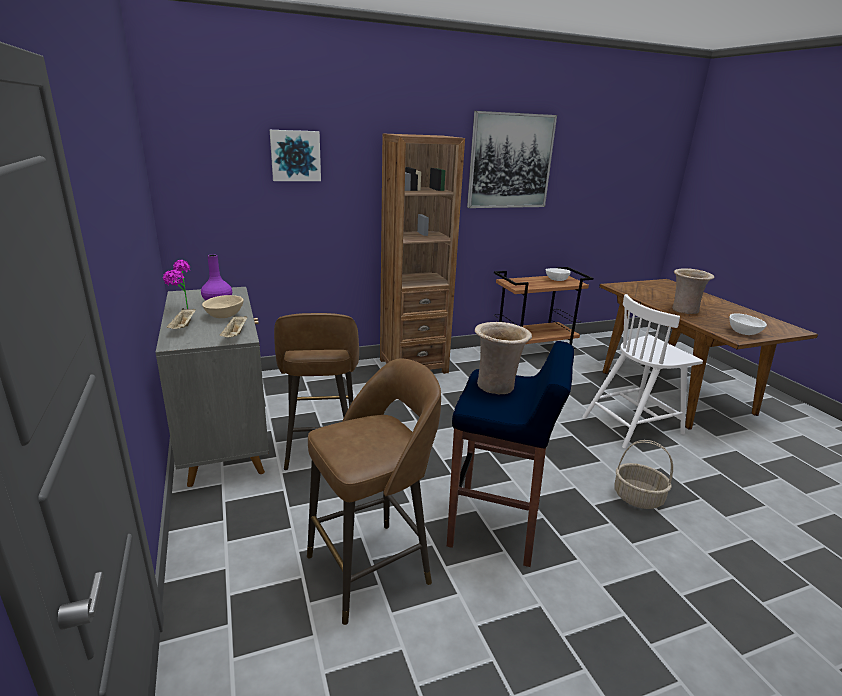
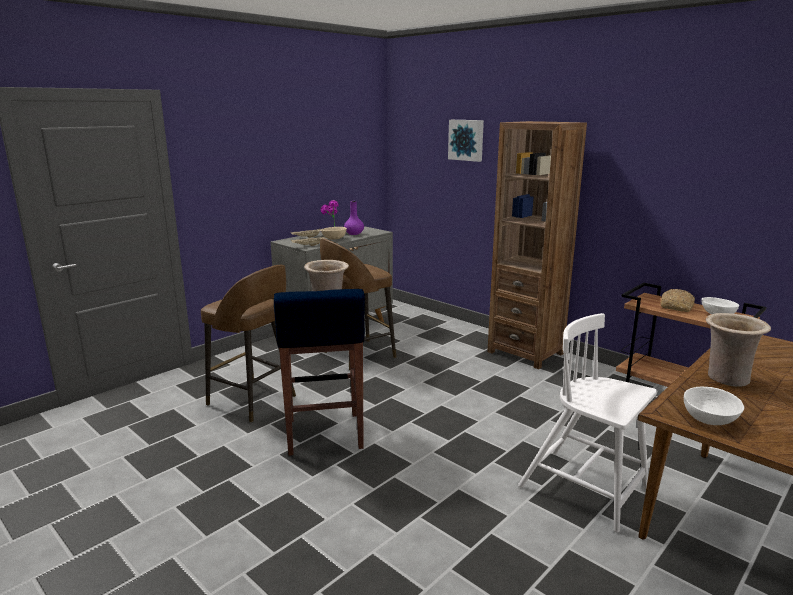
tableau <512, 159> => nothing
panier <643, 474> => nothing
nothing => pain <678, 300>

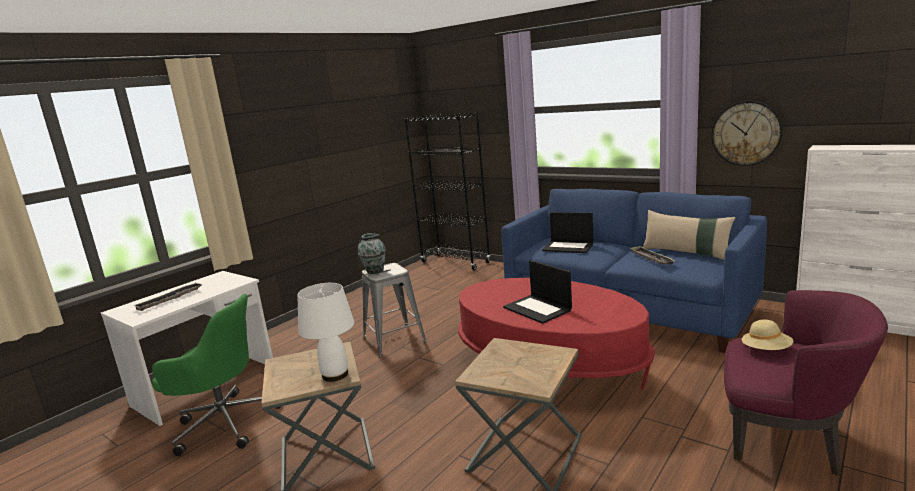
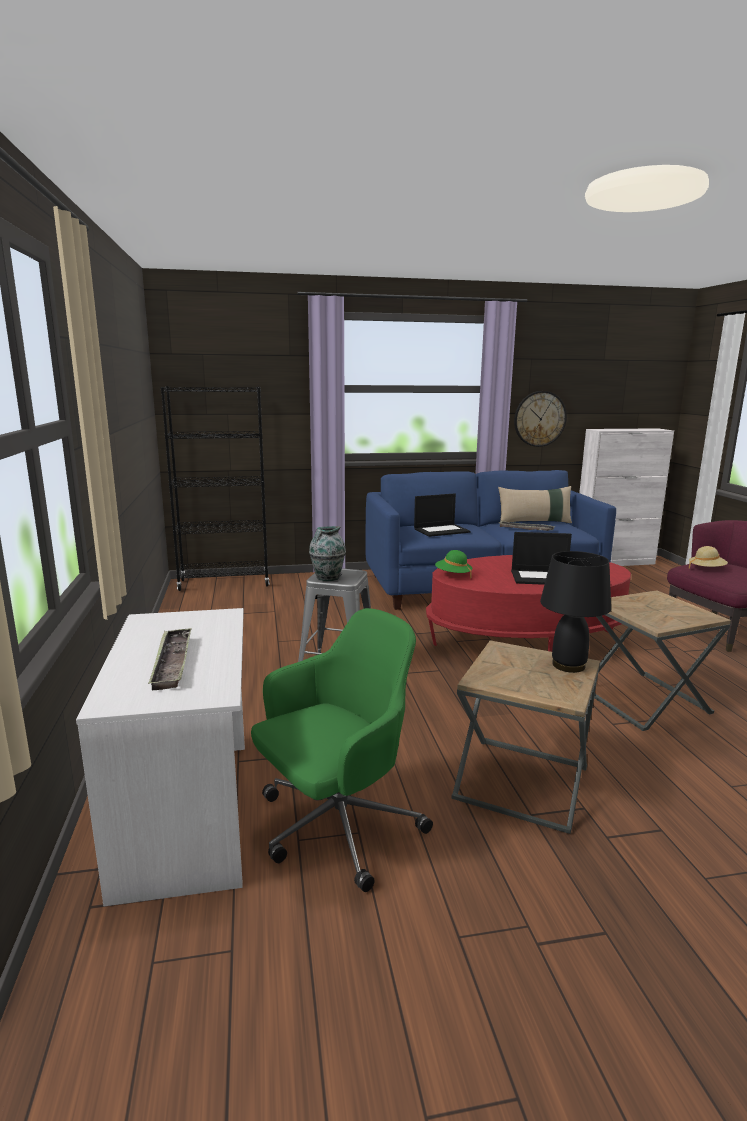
nothing => chapeau [vert] <453, 564>
lampe de table [blanc] <325, 332> => lampe de table [noir] <575, 612>

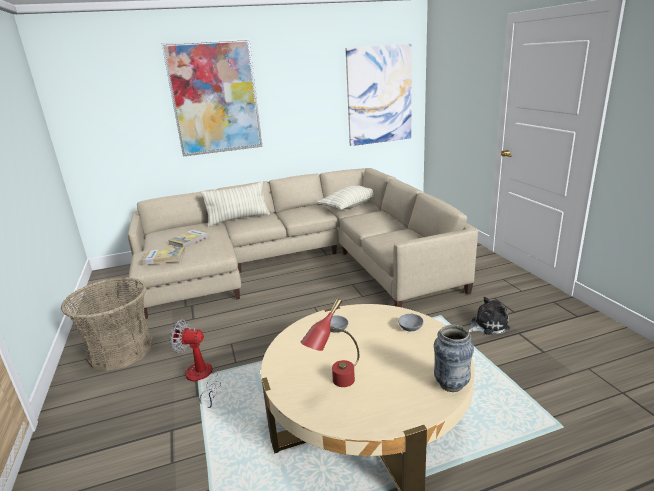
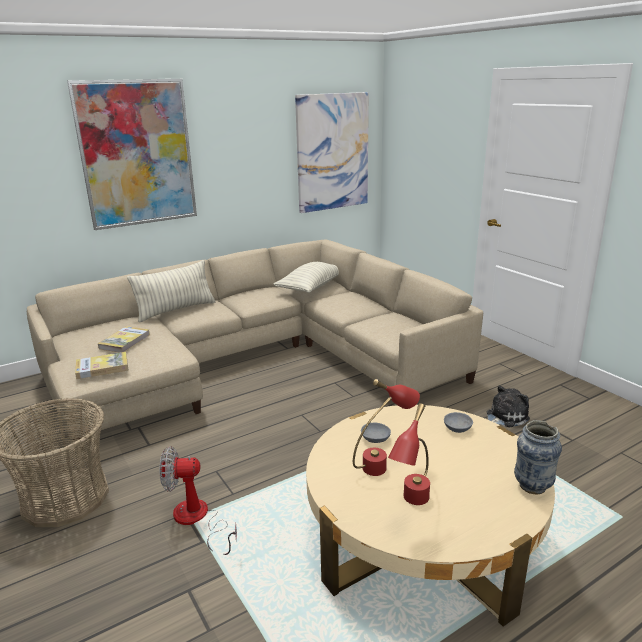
nothing => lampe de table [rouge] <386, 427>

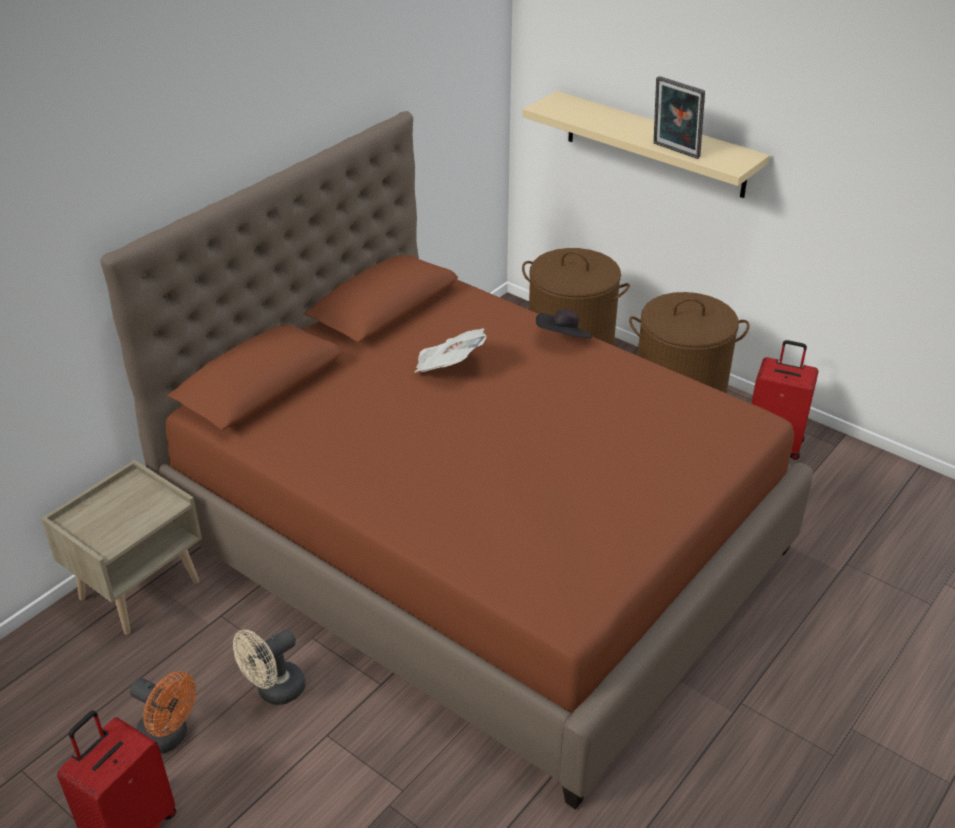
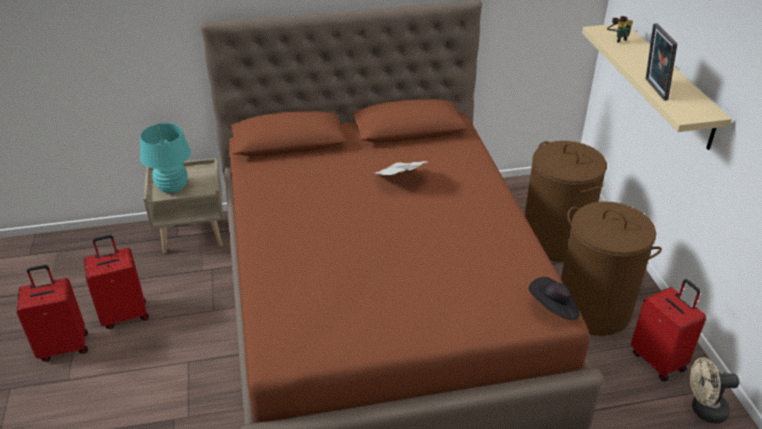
nothing => lampe de table [turquoise] <165, 158>
nothing => jumelles <620, 29>
ventilateur [beige] <269, 667> => ventilateur [beige] <714, 390>, moved
chapeau [noir] <564, 323> => chapeau [noir] <554, 298>, moved
ventilateur [orange] <163, 712> => valise [rouge] <116, 282>

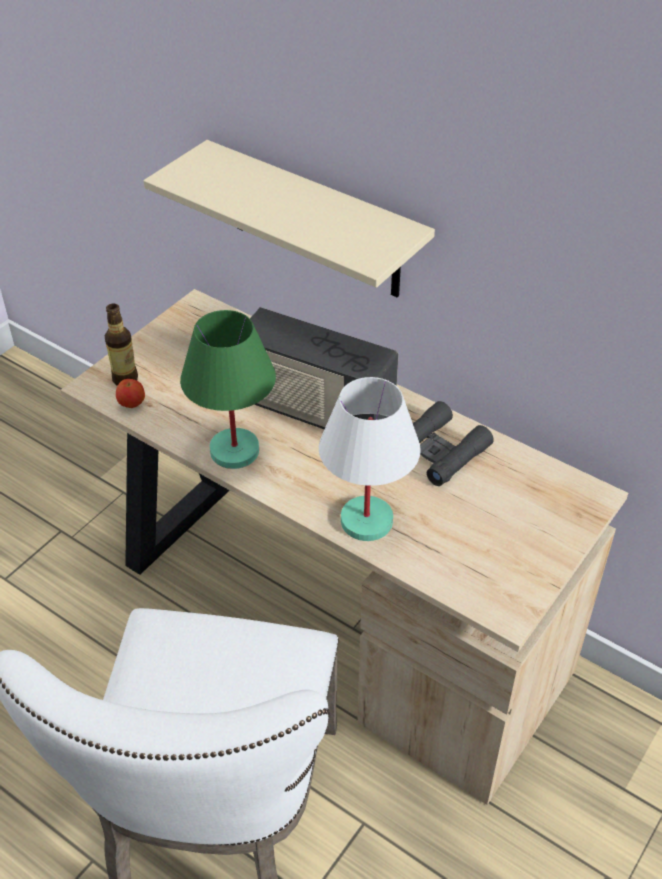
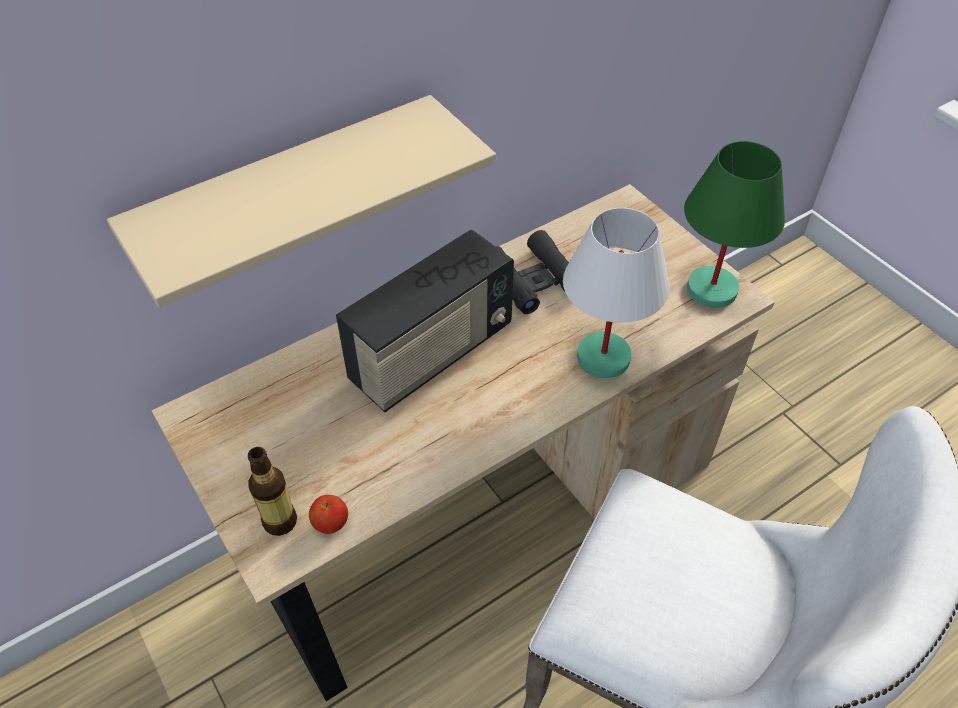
lampe de table [vert] <228, 389> => lampe de table [vert] <734, 224>, moved

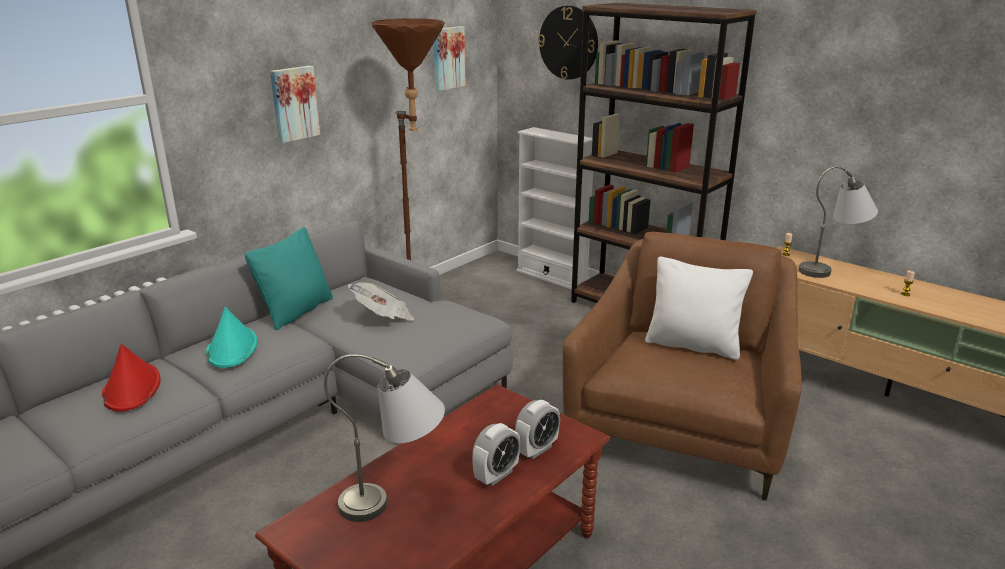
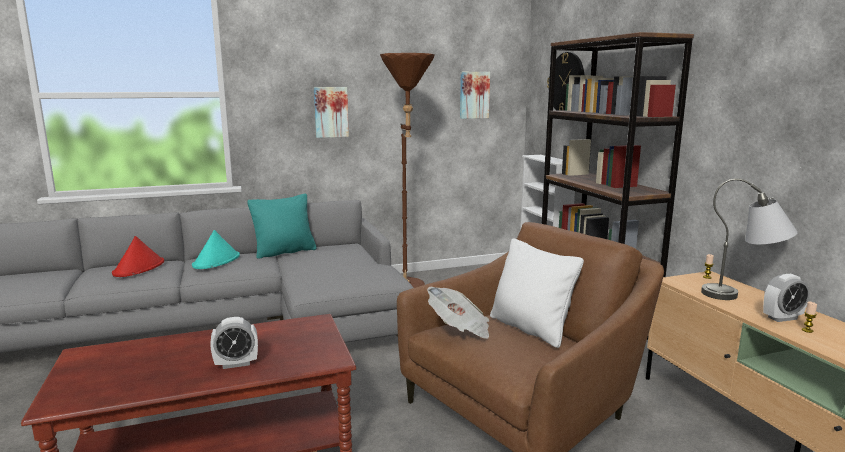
lampe de table [gris] <384, 438> => nothing
journal <381, 301> => journal <458, 312>, moved
réveil <537, 429> => réveil <786, 298>, moved

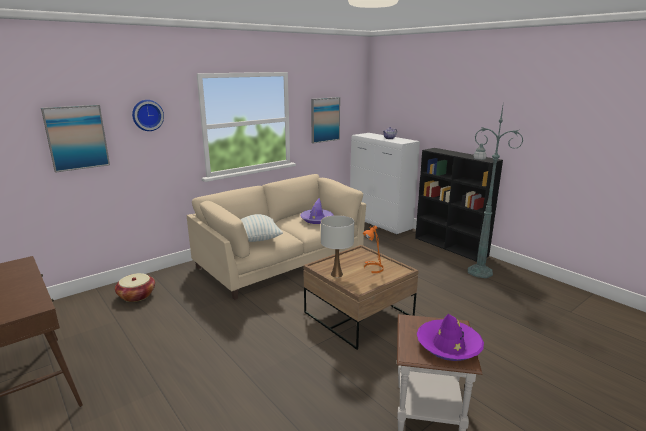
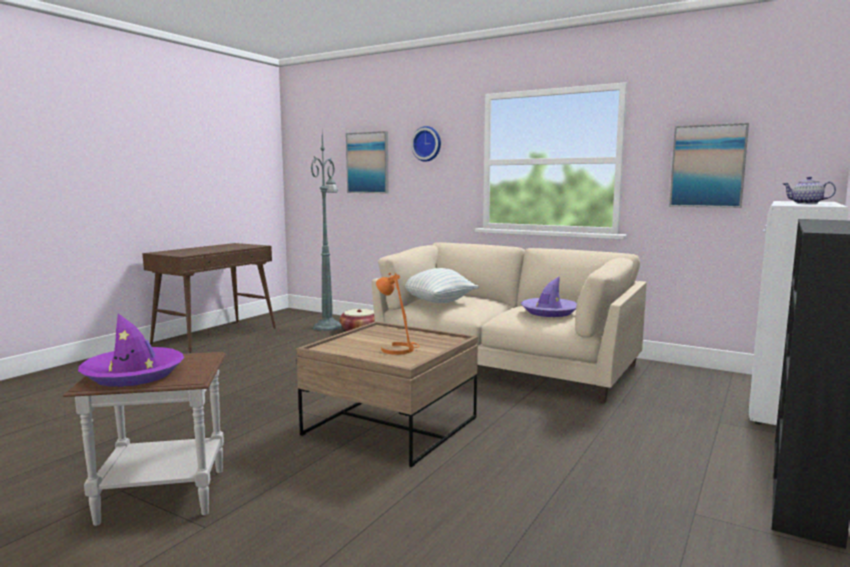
lampe de table [blanc] <337, 246> => nothing
lampadaire [vert] <495, 189> => lampadaire [vert] <326, 232>, moved

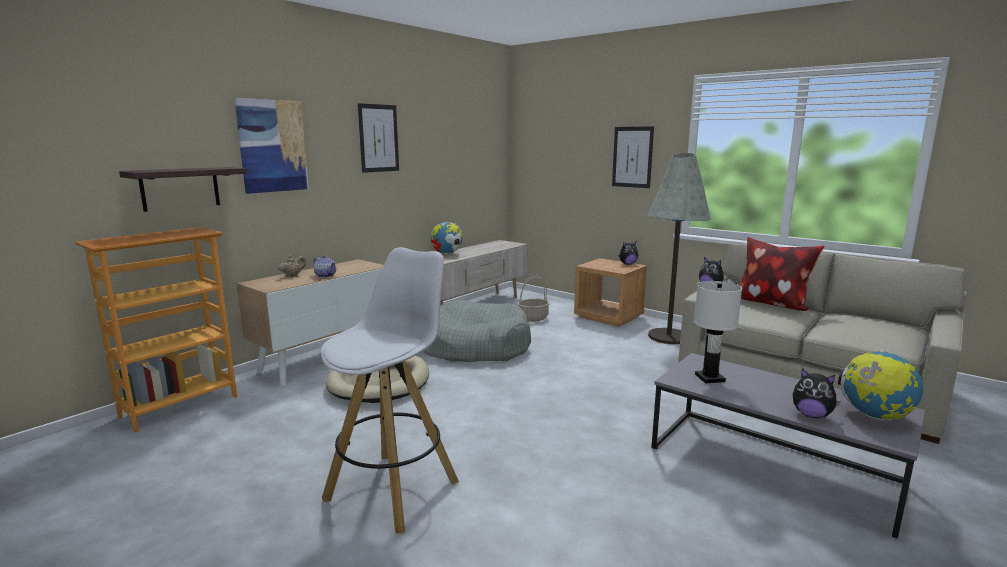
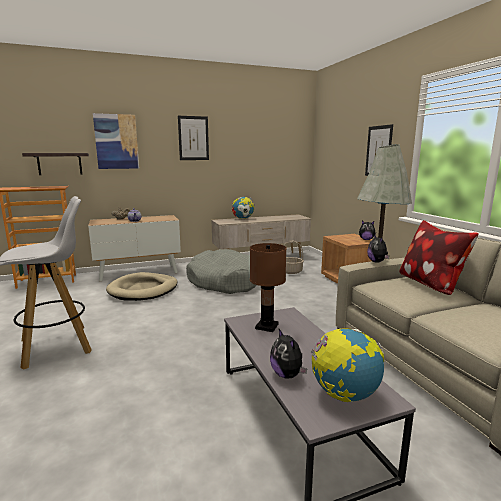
lampe de table [blanc] <718, 332> => lampe de table [marron] <268, 287>

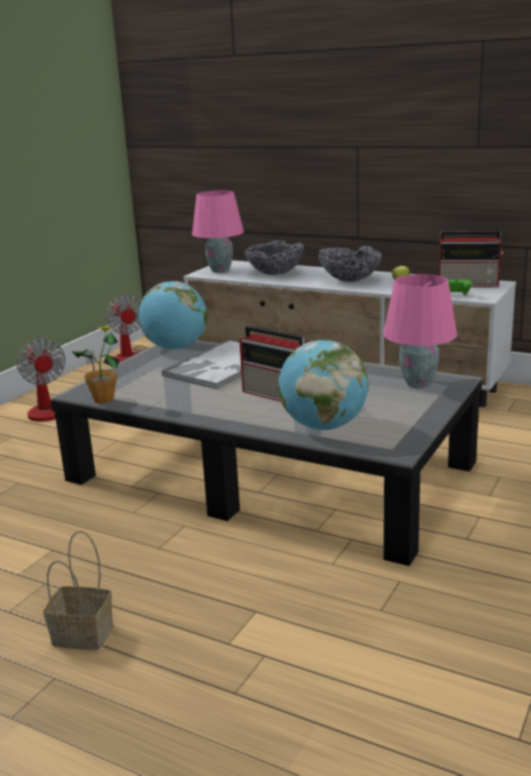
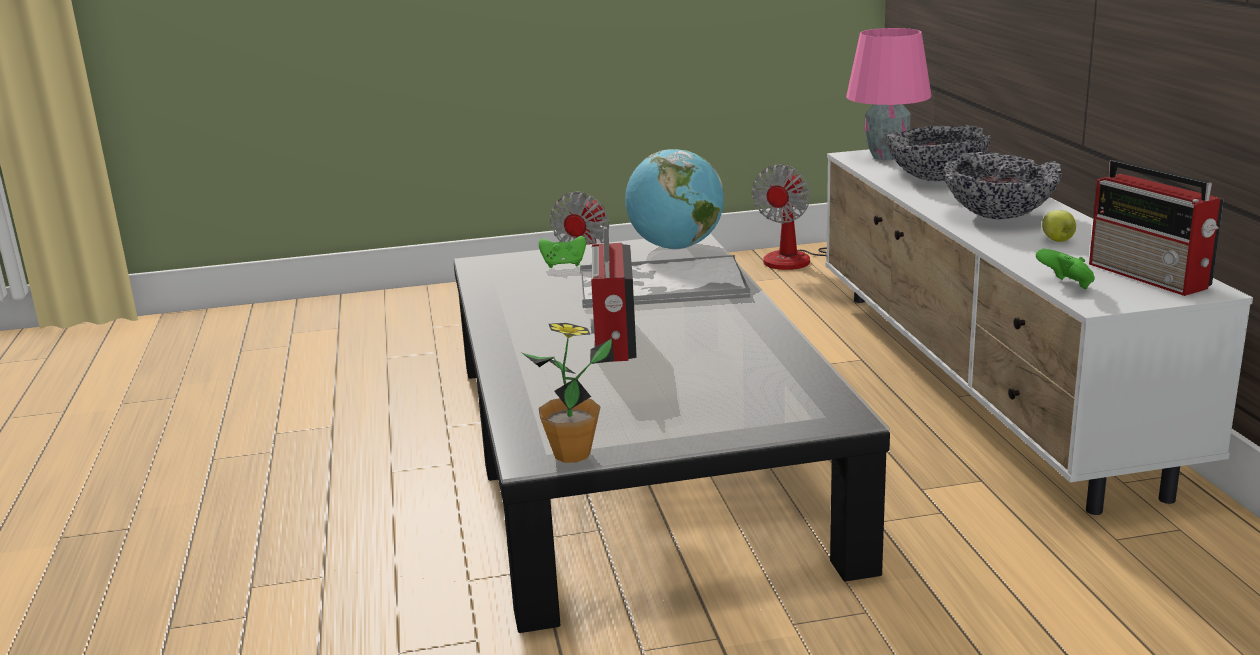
panier <78, 590> => nothing
globe <323, 385> => nothing
lampe de table [rose] <420, 331> => nothing
nothing => manette [vert] <562, 252>
plante en pot <95, 365> => plante en pot <568, 393>, moved

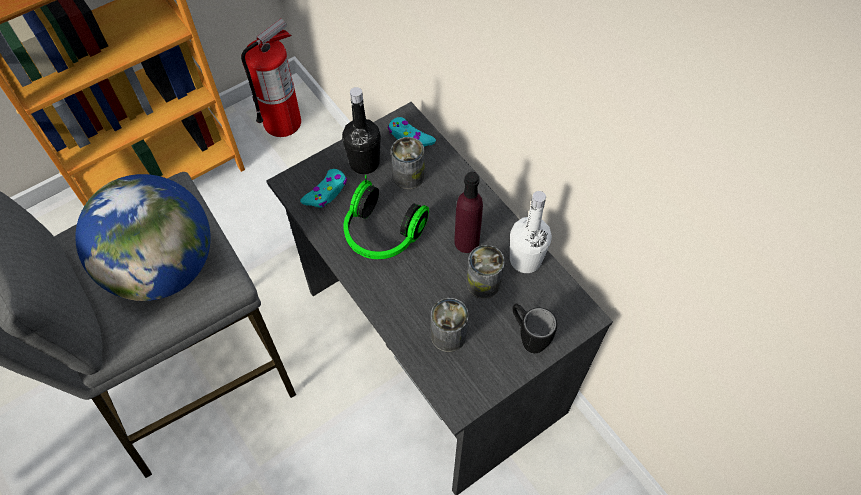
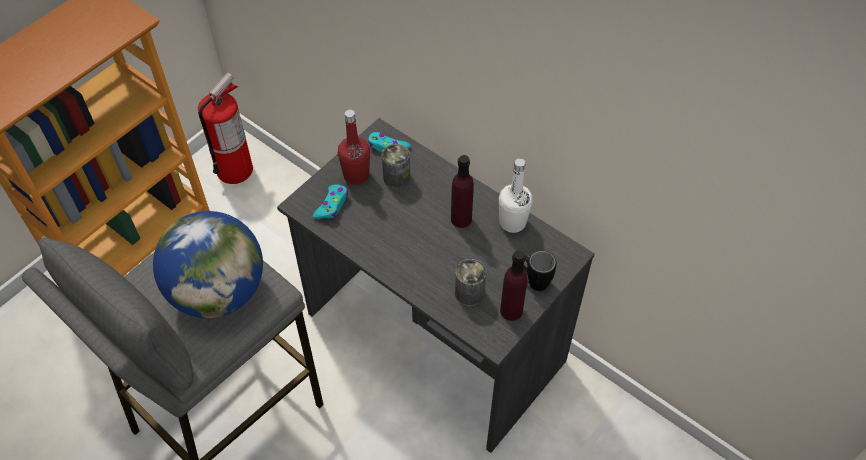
casque audio <386, 217> => nothing
boîte métallique <485, 272> => nothing
nothing => bouteille [violet] <514, 285>
bouteille [noir] <361, 130> => bouteille [rouge] <354, 147>

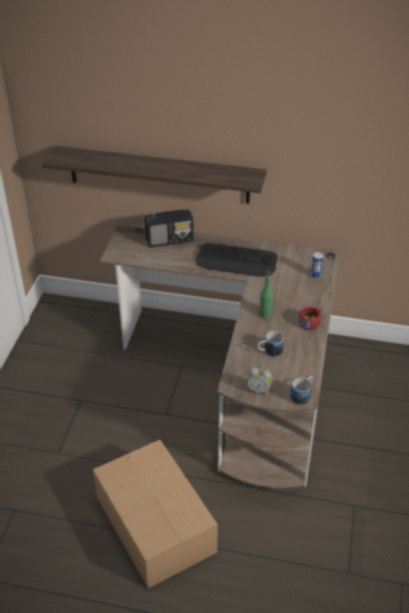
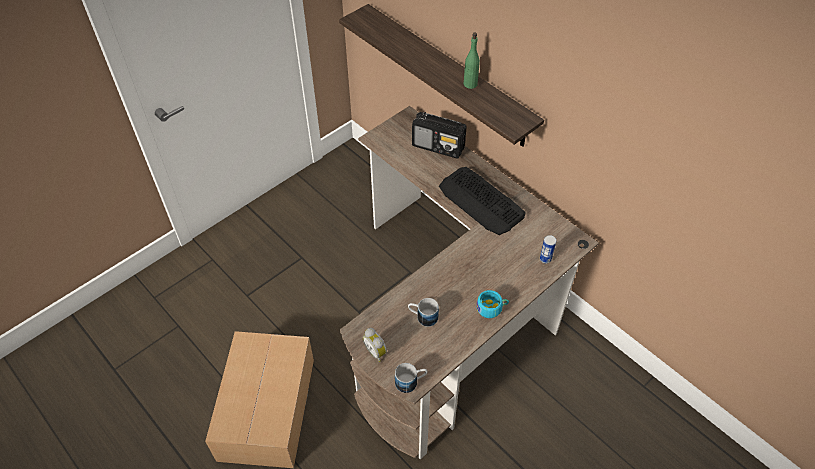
bouteille [vert] <266, 294> => bouteille [vert] <472, 61>, moved
tasse [rouge] <309, 318> => tasse [turquoise] <492, 304>

